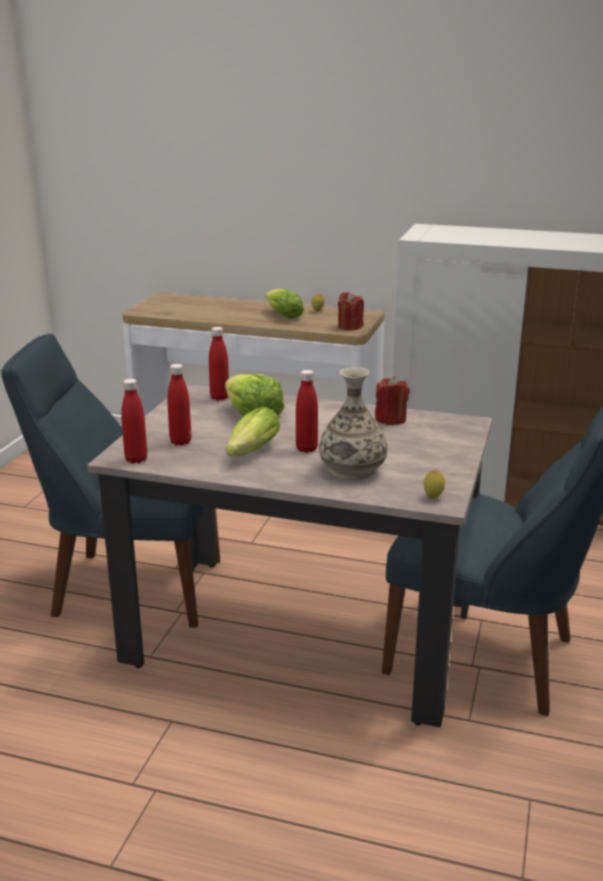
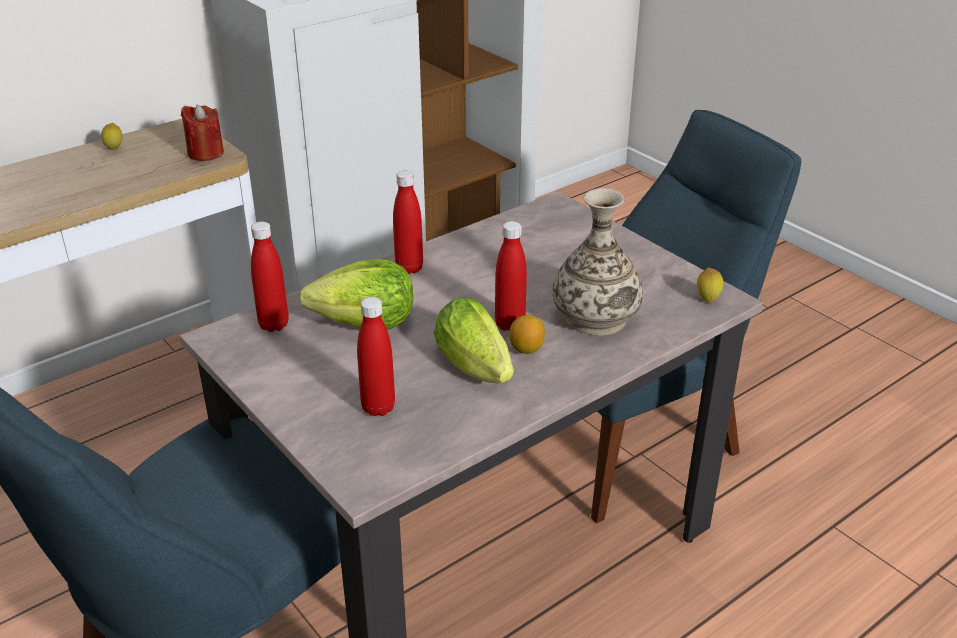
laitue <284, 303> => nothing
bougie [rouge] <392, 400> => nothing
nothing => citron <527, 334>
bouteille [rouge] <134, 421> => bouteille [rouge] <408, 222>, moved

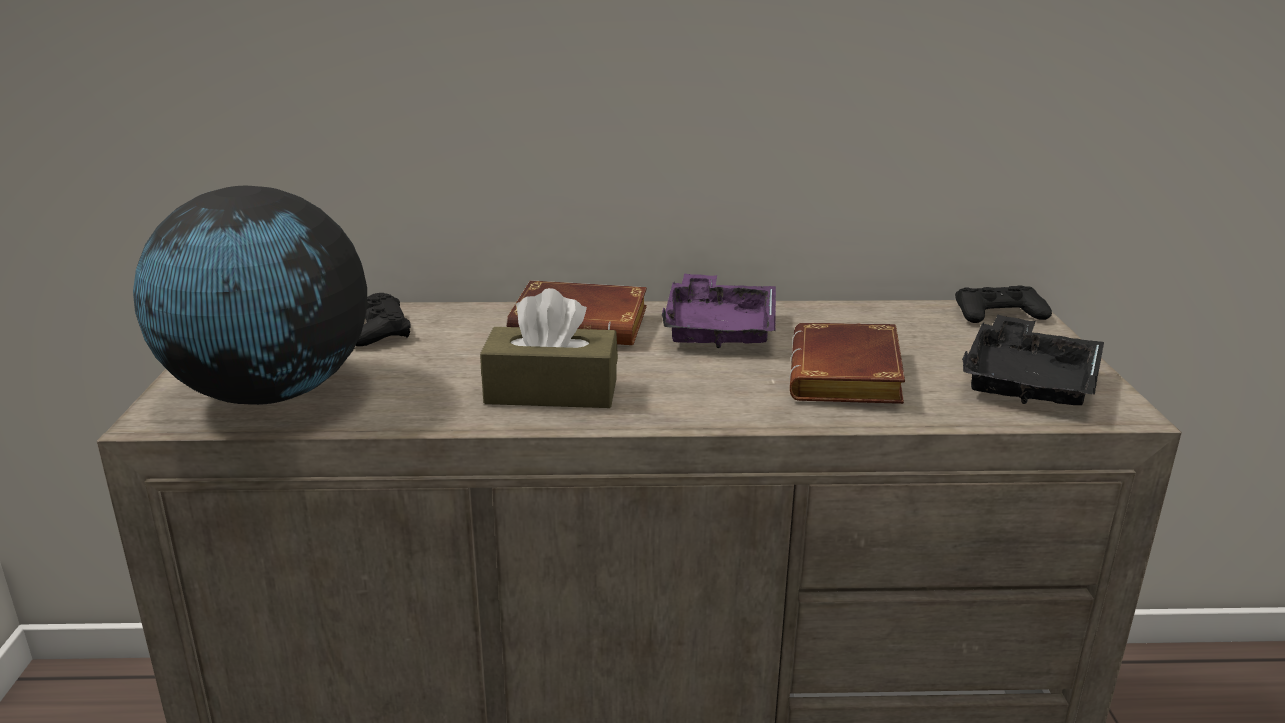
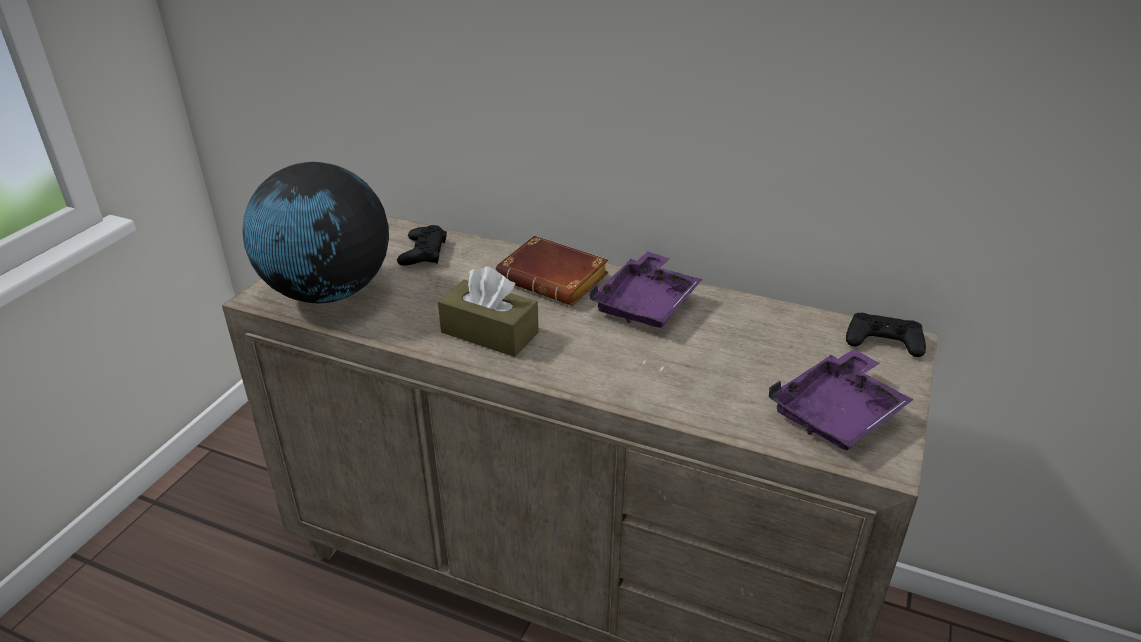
livre [marron] <847, 363> => nothing
plateau [noir] <1033, 360> => plateau [violet] <841, 399>

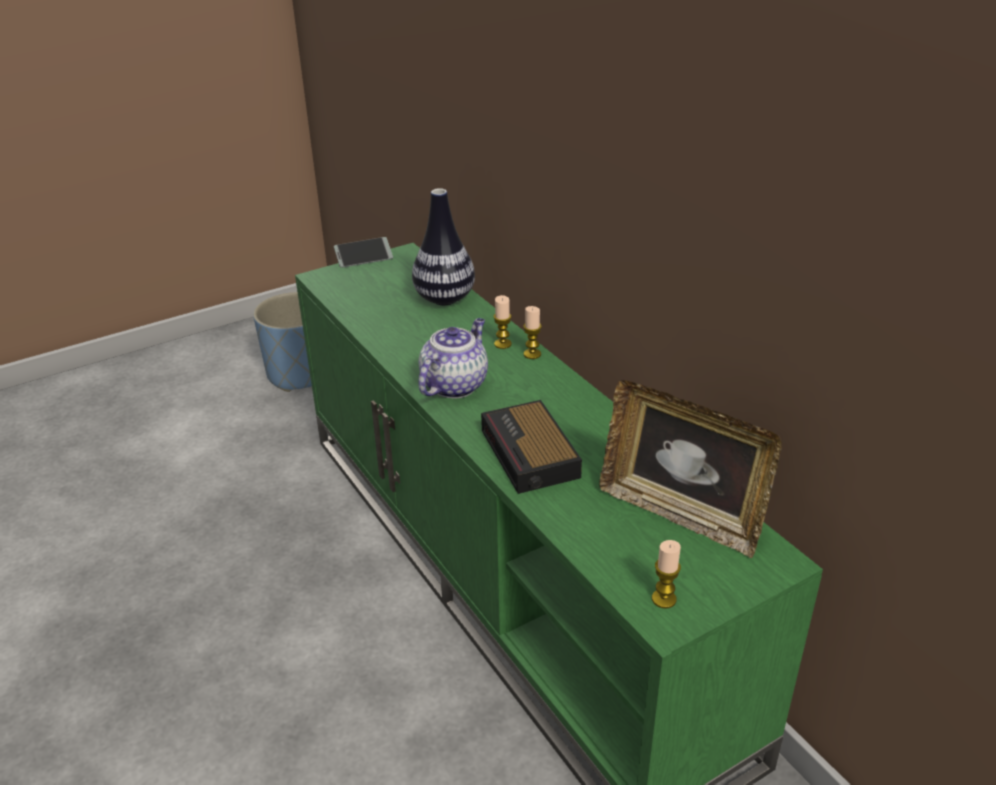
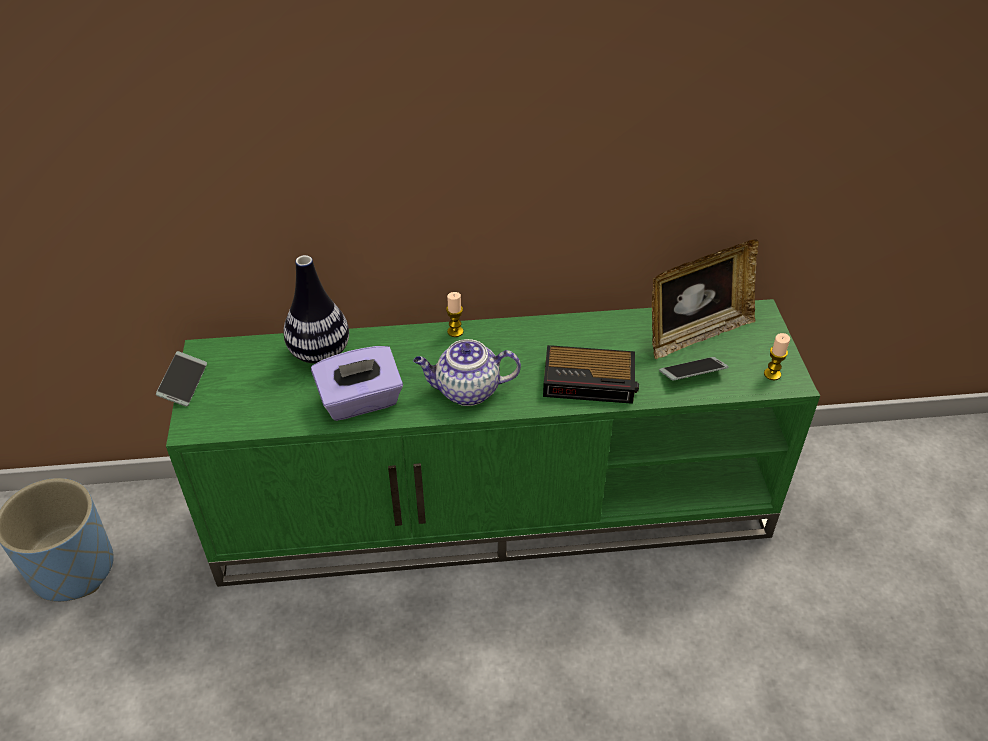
bougie <502, 322> => nothing
nothing => boîte à mouchoirs [violet] <357, 383>
nothing => téléphone <694, 368>
théière <453, 358> => théière <467, 372>, 60 degrees counterclockwise

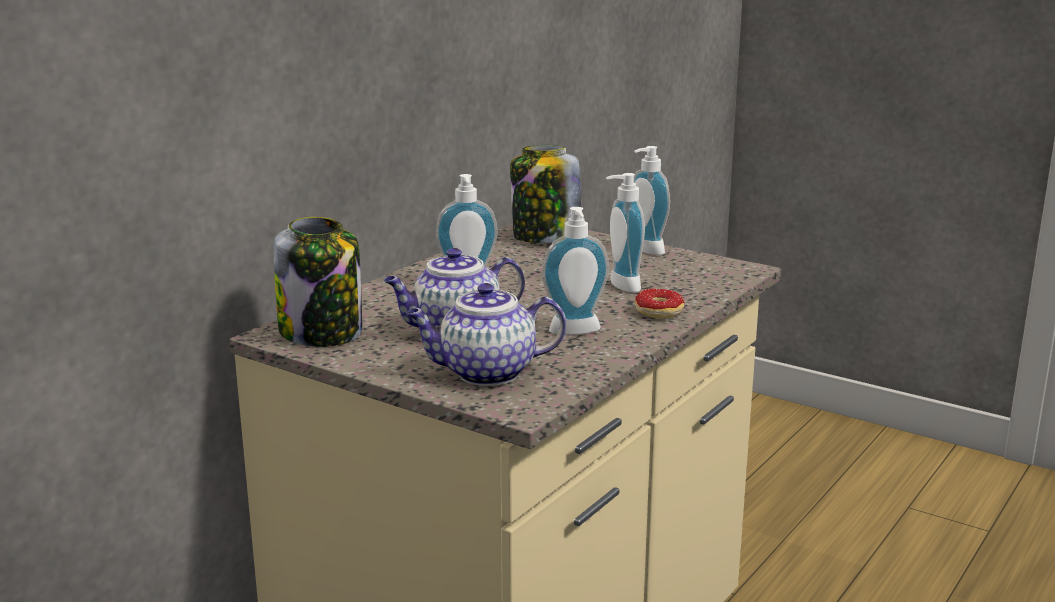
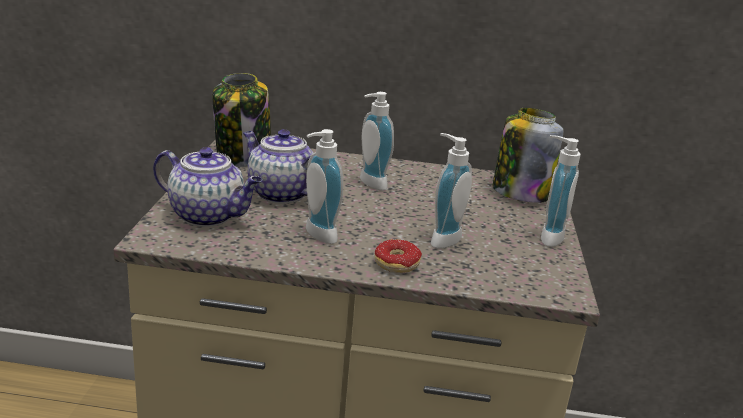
théière <486, 334> => théière <207, 187>, 150 degrees clockwise

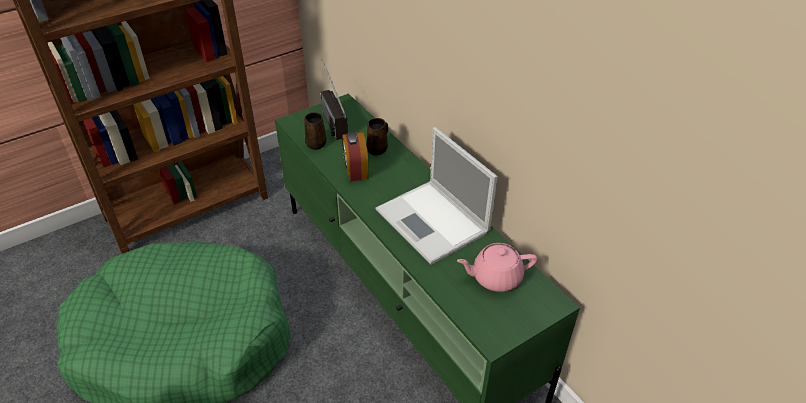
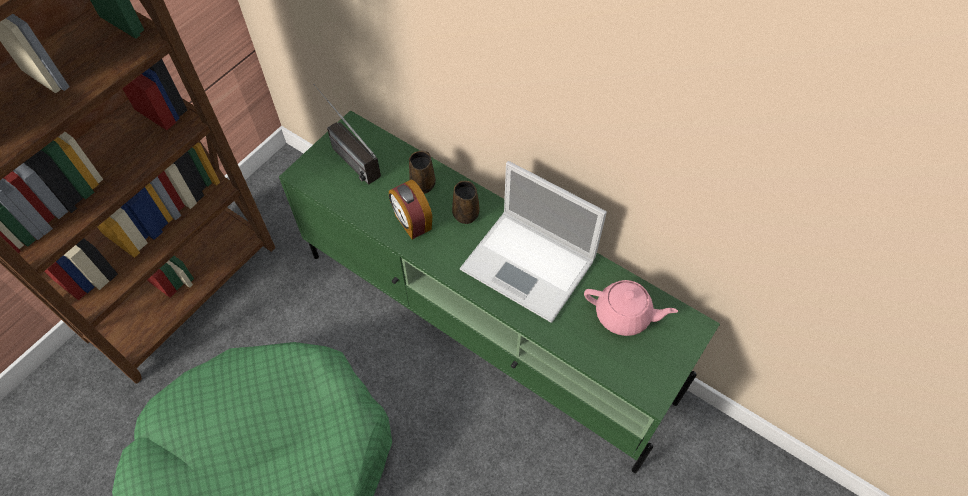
mug [marron] <315, 131> => mug [marron] <466, 202>, moved
théière [rose] <497, 267> => théière [rose] <631, 308>, 135 degrees counterclockwise

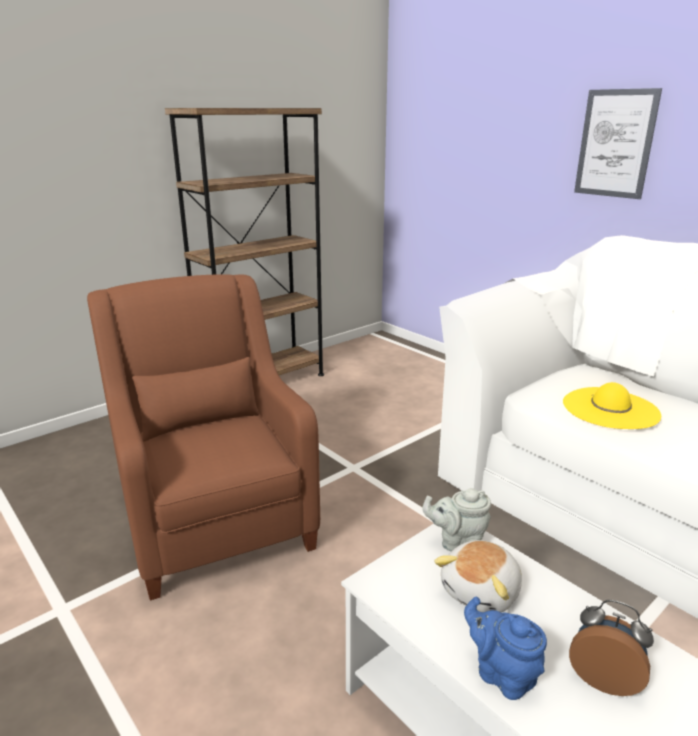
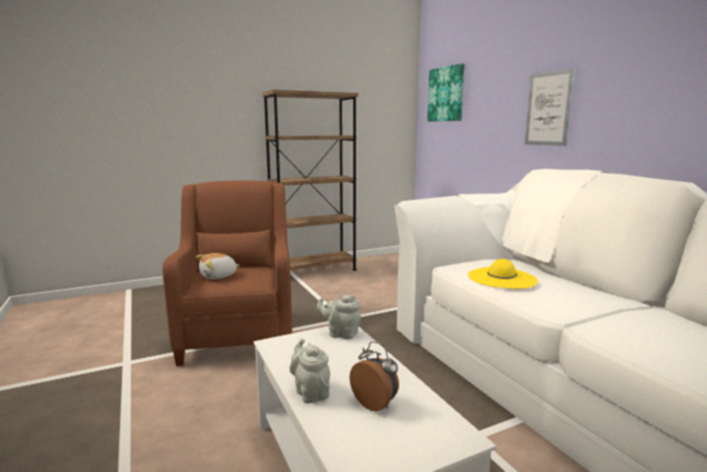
nothing => tableau <446, 92>
peluche <478, 576> => peluche <217, 266>, moved
théière [bleu] <505, 648> => théière [gris] <309, 370>

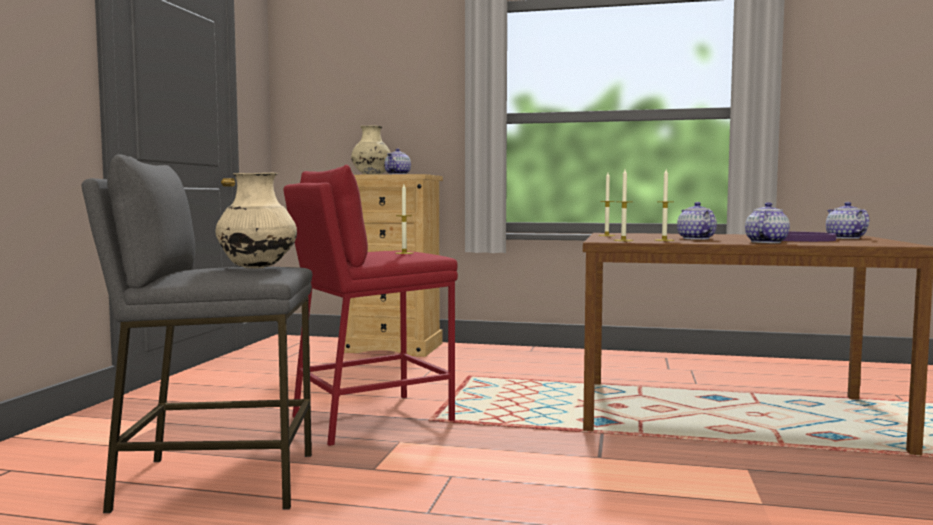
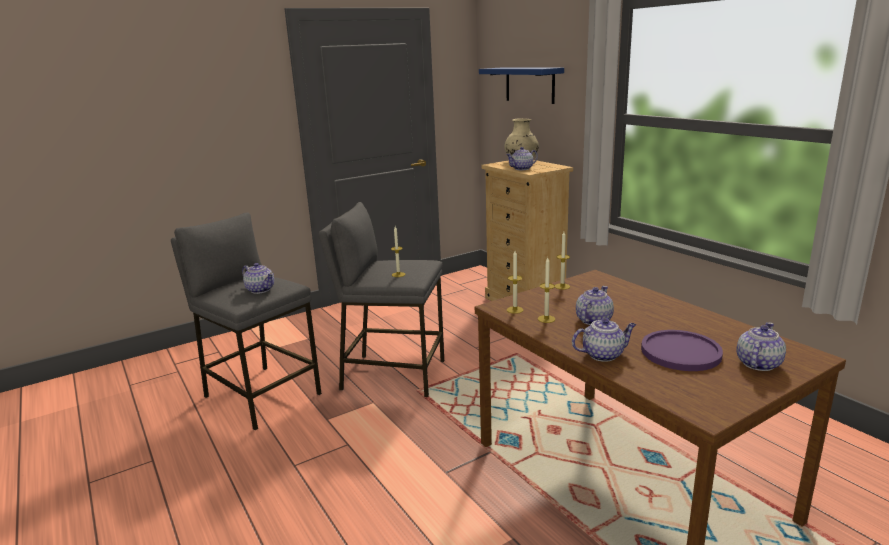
nothing => étagère [bleu] <521, 86>
vase [beige] <256, 220> => théière <258, 278>
tabouret [rouge] <370, 305> => tabouret [gris] <381, 299>

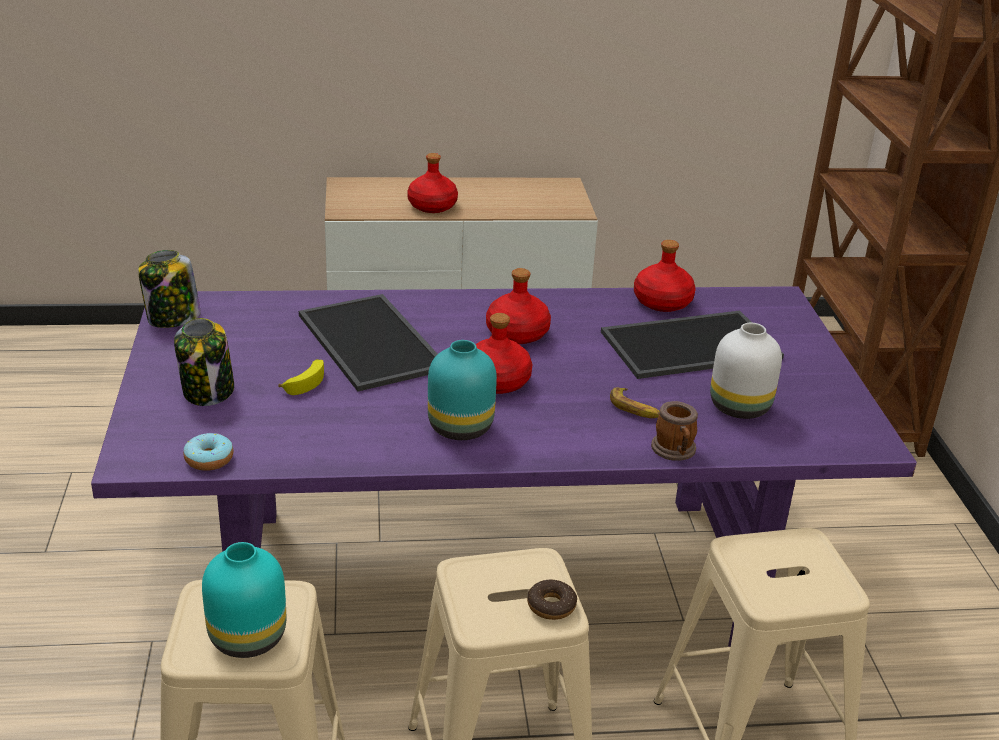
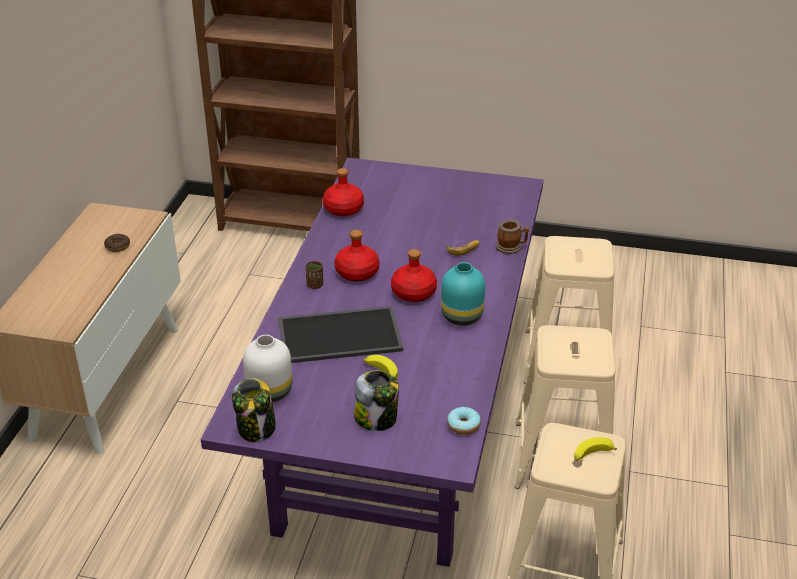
bouteille [rouge] <432, 183> => nothing
plateau <692, 344> => nothing
nothing => tasse [marron] <314, 275>
beignet <552, 600> => beignet <117, 243>, moved
vase [blanc] <746, 371> => vase [blanc] <267, 368>, moved
vase [turquoise] <244, 600> => banane <595, 449>

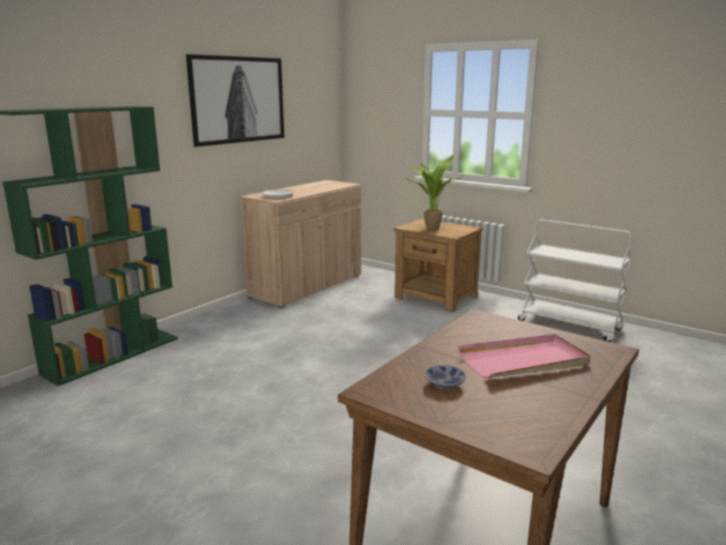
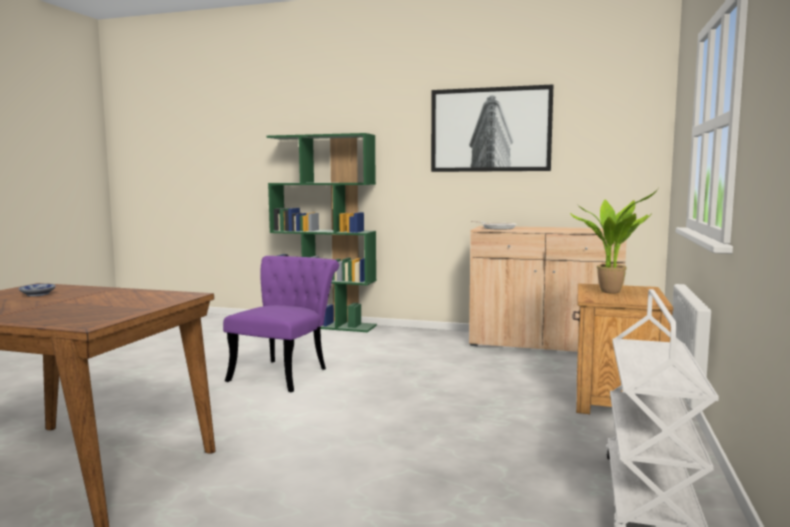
plateau [rose] <524, 356> => nothing
nothing => chaise [violet] <281, 324>

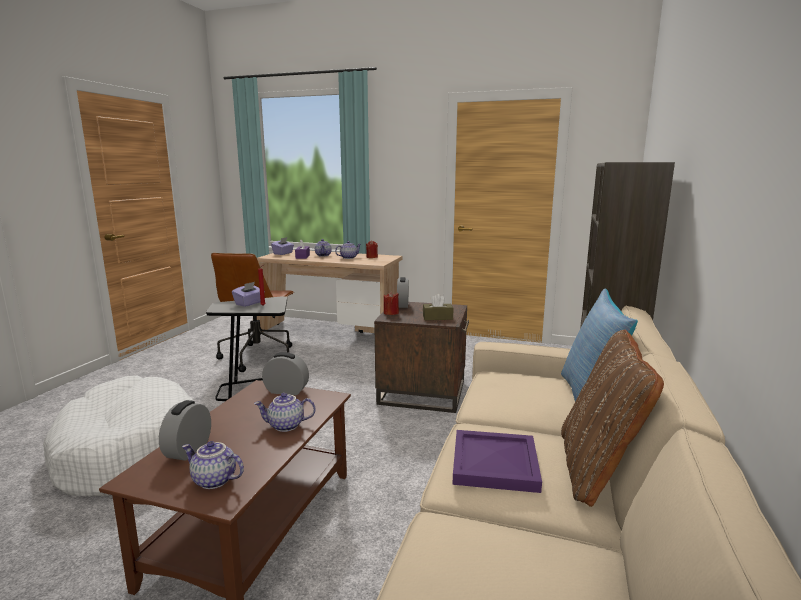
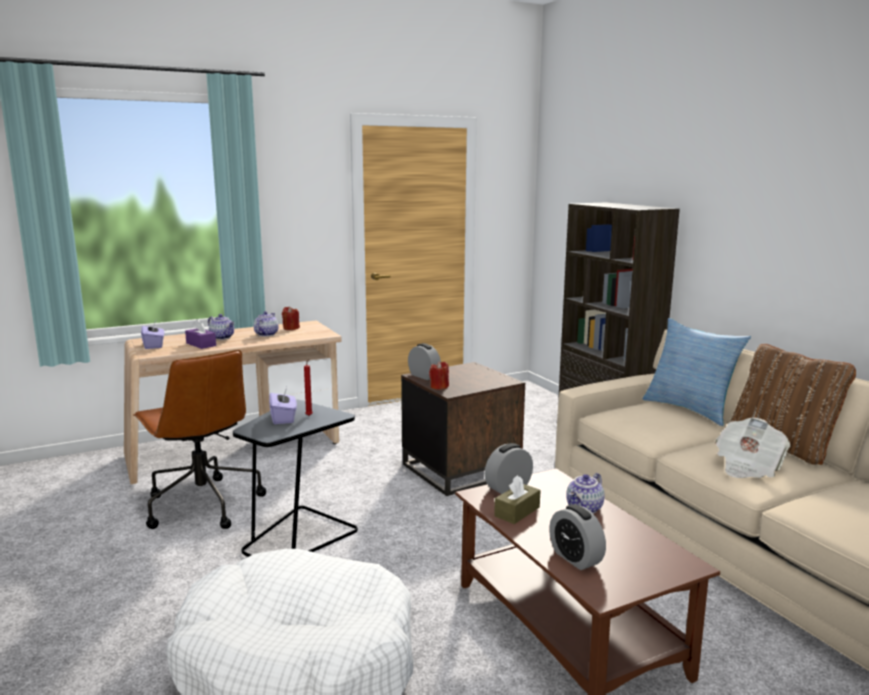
théière <213, 465> => nothing
boîte à mouchoirs [marron] <438, 307> => boîte à mouchoirs [marron] <517, 499>, moved
plateau [violet] <497, 461> => journal <752, 447>

